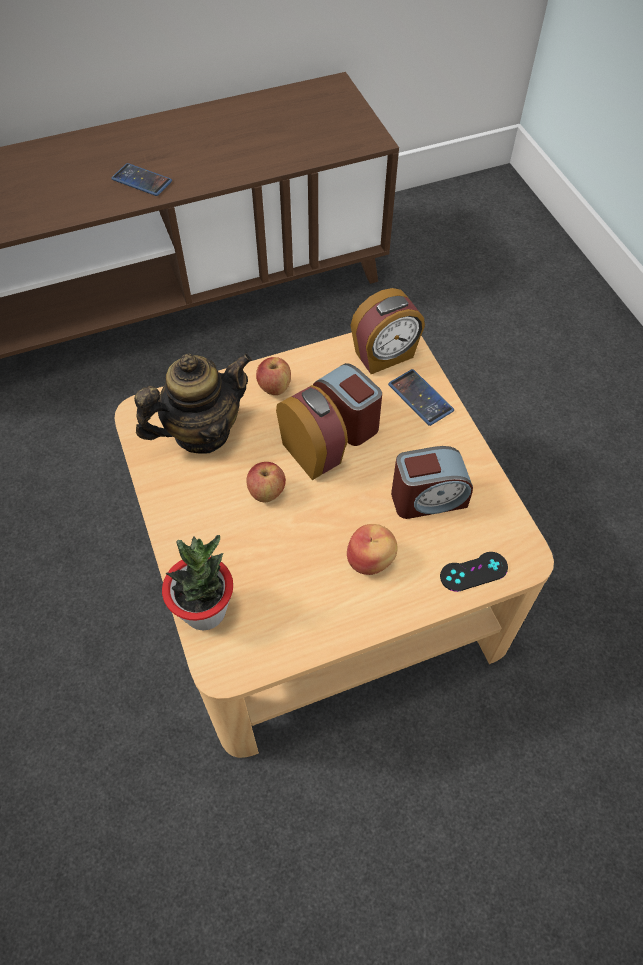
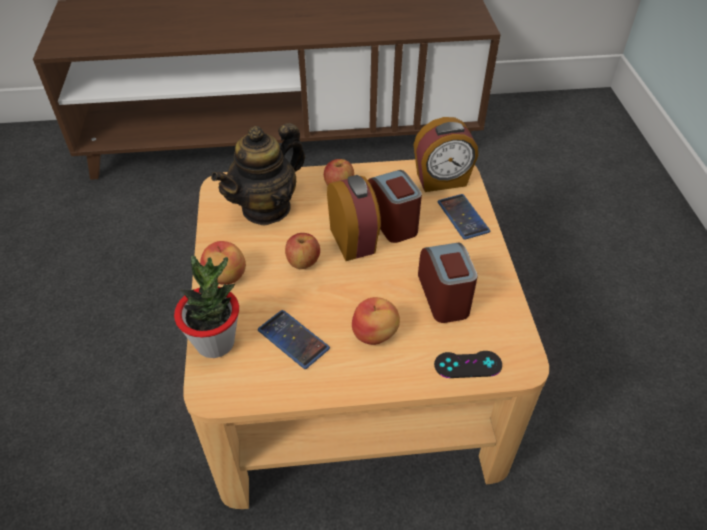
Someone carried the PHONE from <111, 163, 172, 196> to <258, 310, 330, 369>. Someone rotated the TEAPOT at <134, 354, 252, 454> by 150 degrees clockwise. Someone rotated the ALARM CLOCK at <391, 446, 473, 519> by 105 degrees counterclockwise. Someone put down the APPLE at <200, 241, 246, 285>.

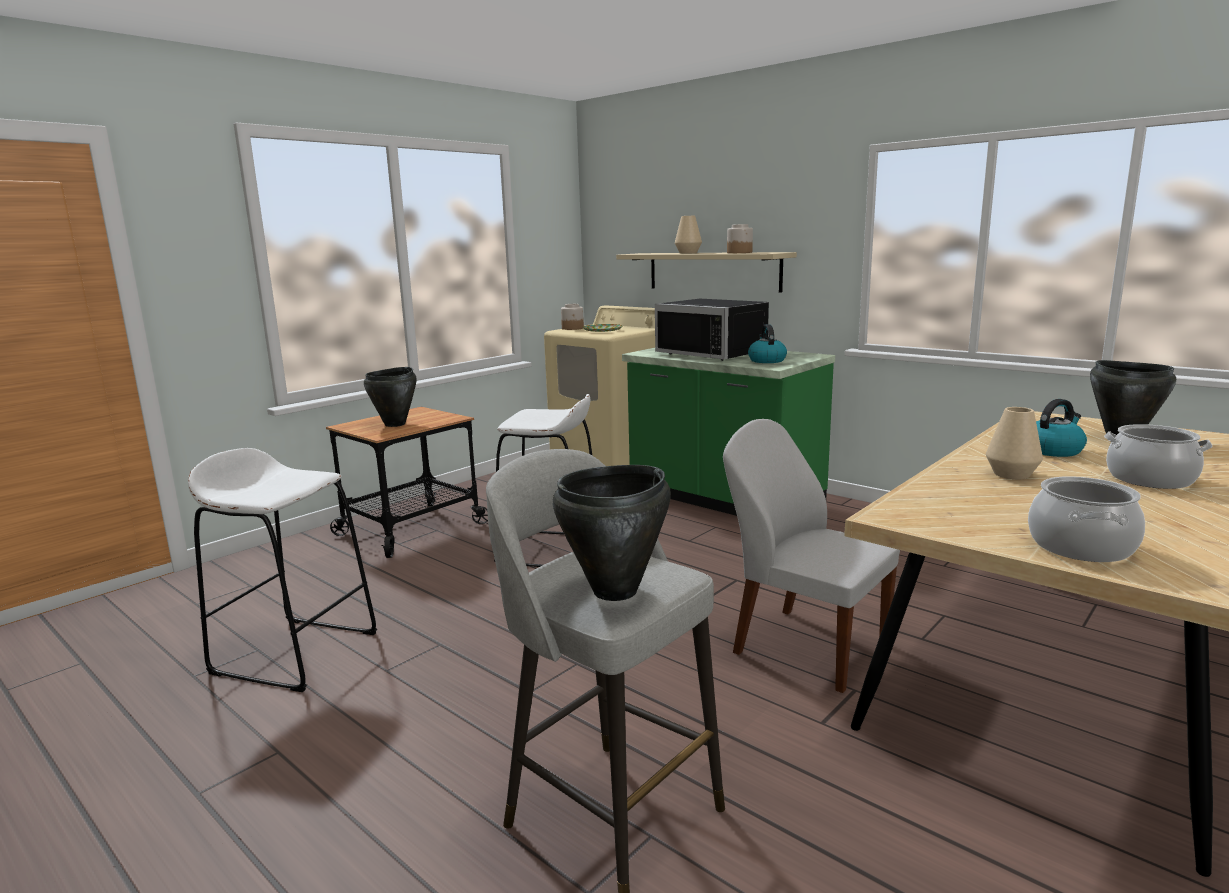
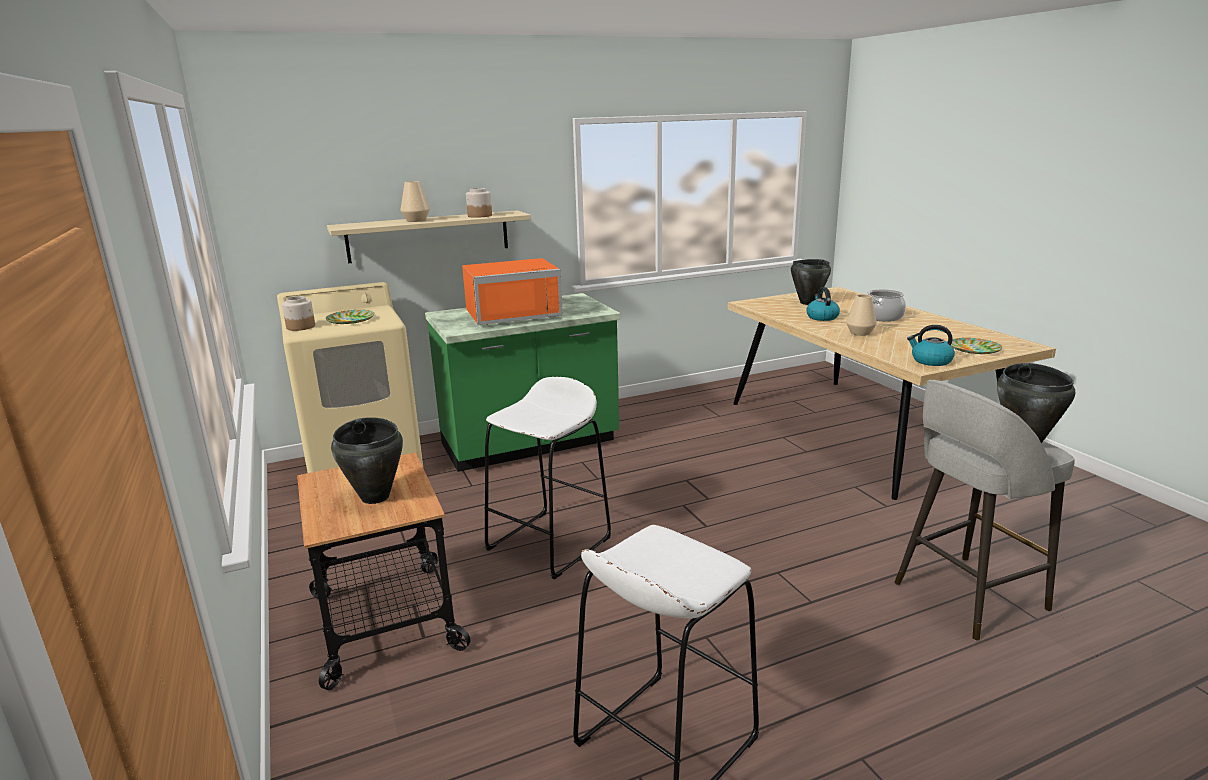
Someone repainted the BLACK MICROWAVE at <655, 299, 769, 361>, which became the ORANGE MICROWAVE at <462, 258, 563, 325>. Someone took away the WHITE CHAIR at <723, 419, 900, 693>. Someone carried the KETTLE from <748, 324, 787, 363> to <907, 325, 955, 366>. Someone swapped the COOKING POT at <1028, 476, 1145, 562> for the PLATE at <951, 338, 1002, 354>.

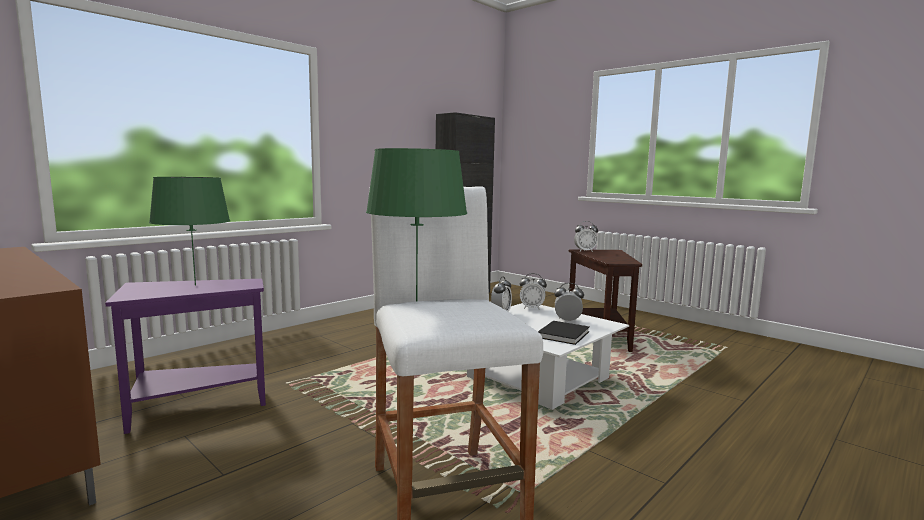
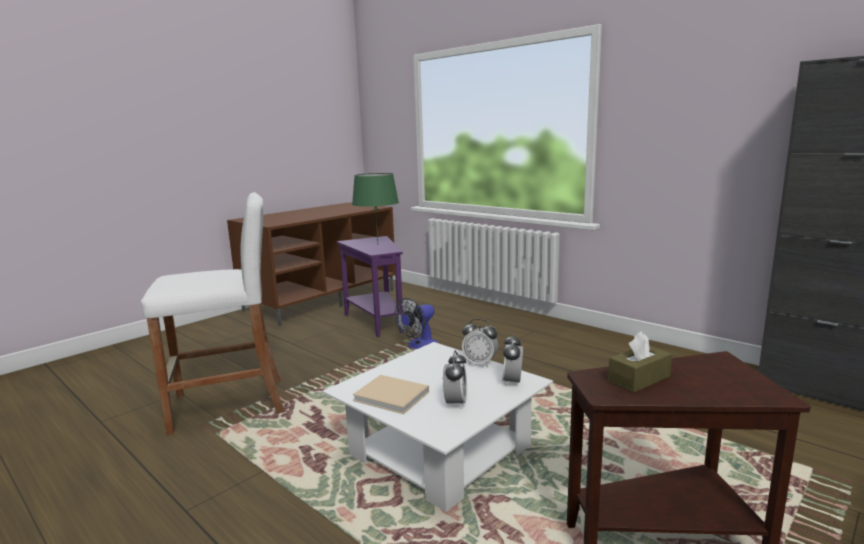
Someone took away the GREEN TABLE LAMP at <366, 148, 467, 302>. Someone repainted the BLACK BOOK at <538, 321, 590, 345>, which became the BEIGE BOOK at <353, 375, 429, 414>. Someone took away the ALARM CLOCK at <574, 221, 598, 252>. Someone put down the FAN at <395, 298, 438, 349>. Someone put down the BROWN TISSUE BOX at <608, 331, 672, 392>.

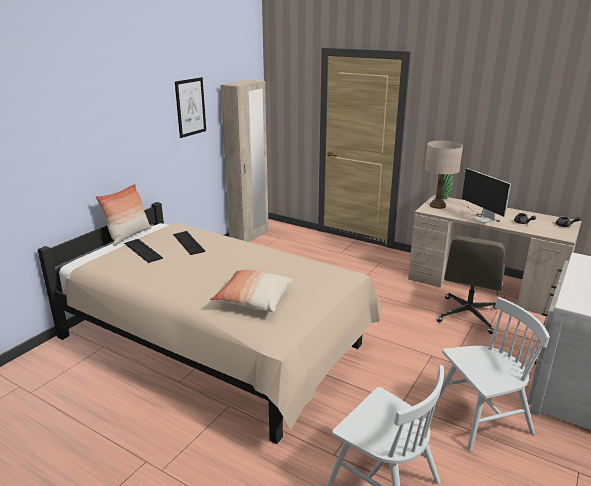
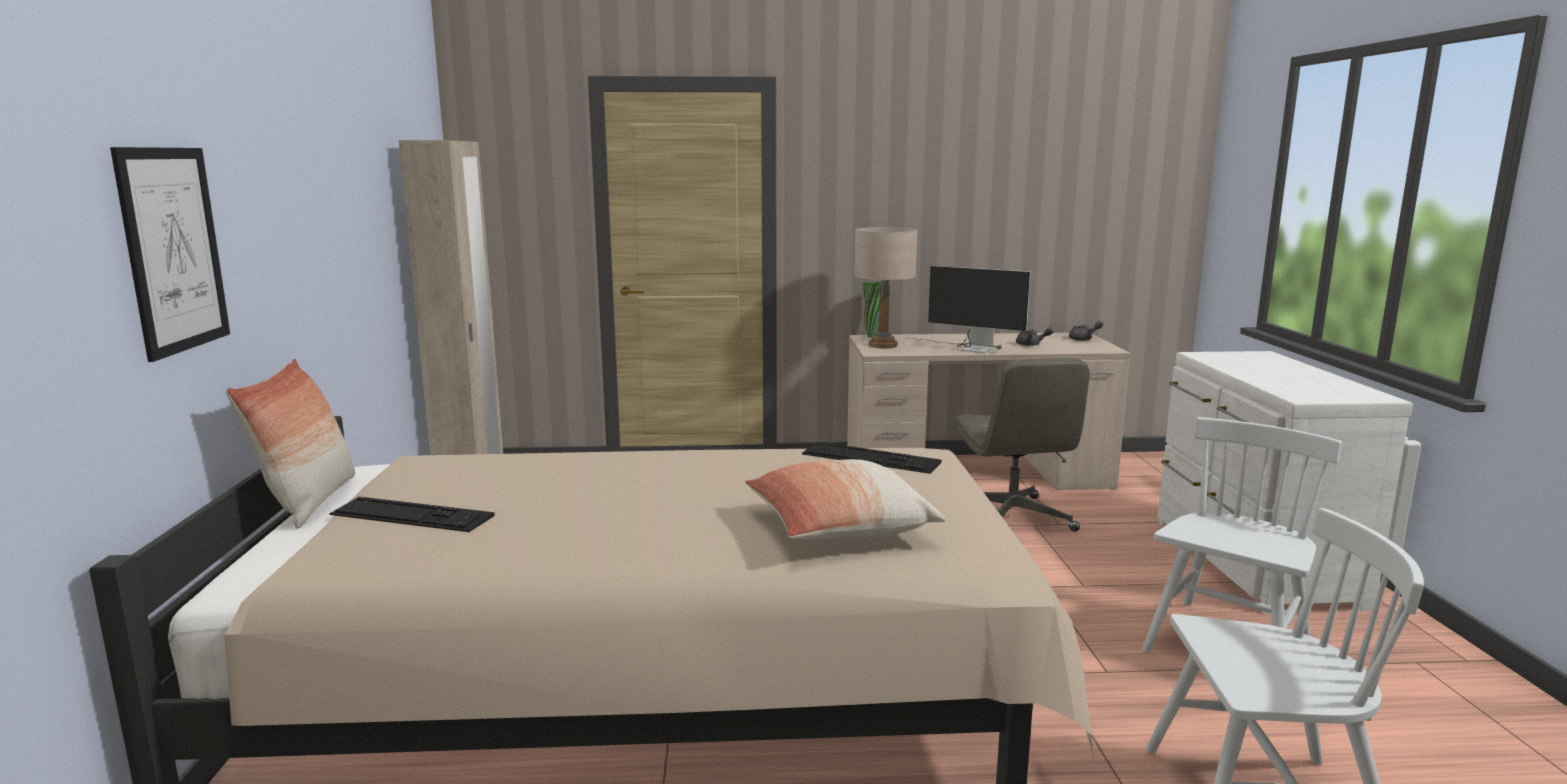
Someone carried the KEYBOARD from <173, 231, 205, 255> to <802, 442, 942, 474>. Someone carried the PICTURE from <175, 77, 206, 138> to <110, 147, 230, 362>.

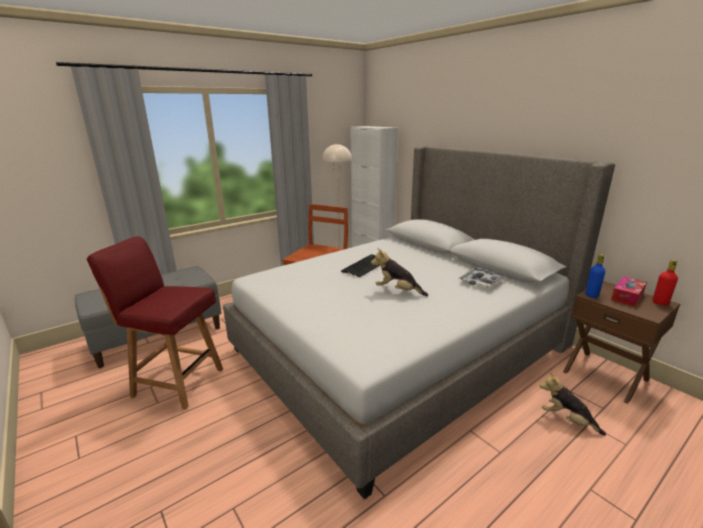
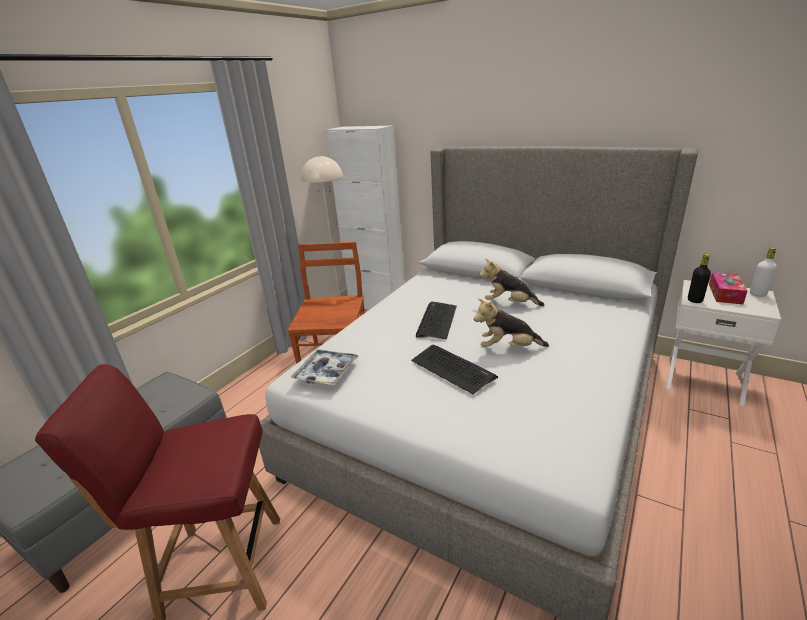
Someone carried the TRAY from <459, 268, 506, 288> to <291, 349, 358, 385>. Someone carried the PLUSH TOY from <540, 371, 606, 436> to <479, 258, 545, 306>. Someone repainted the BROWN NIGHTSTAND at <563, 281, 680, 404>, which became the WHITE NIGHTSTAND at <666, 280, 781, 406>. Someone repainted the BLUE BOTTLE at <585, 254, 605, 298>, which became the BLACK BOTTLE at <688, 254, 711, 303>. Someone repainted the RED BOTTLE at <653, 260, 678, 305>, which became the WHITE BOTTLE at <750, 248, 777, 297>. Someone put down the KEYBOARD at <411, 345, 498, 394>.

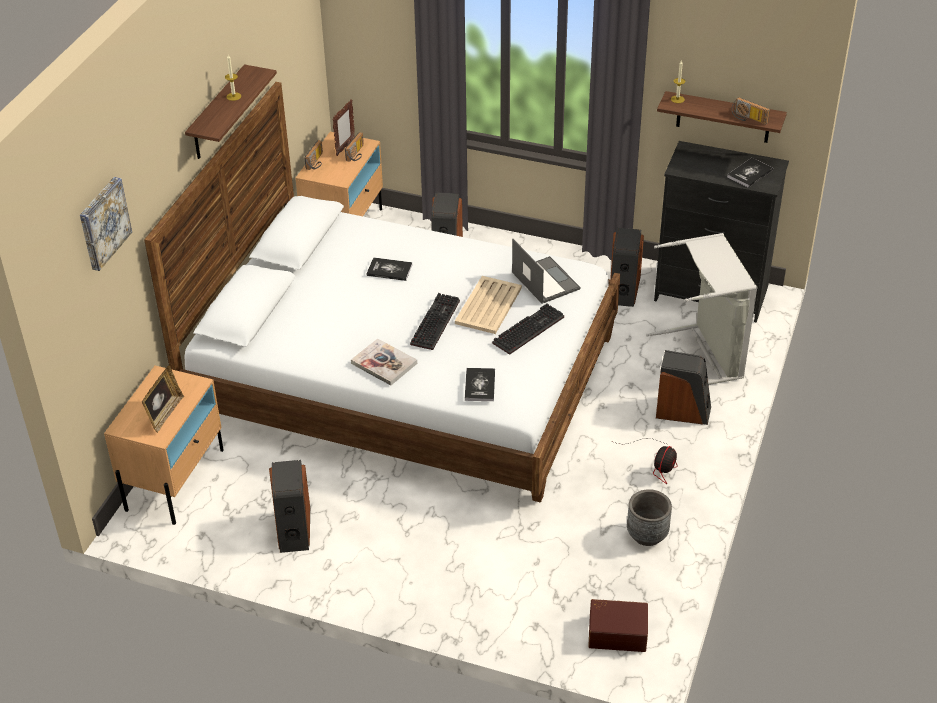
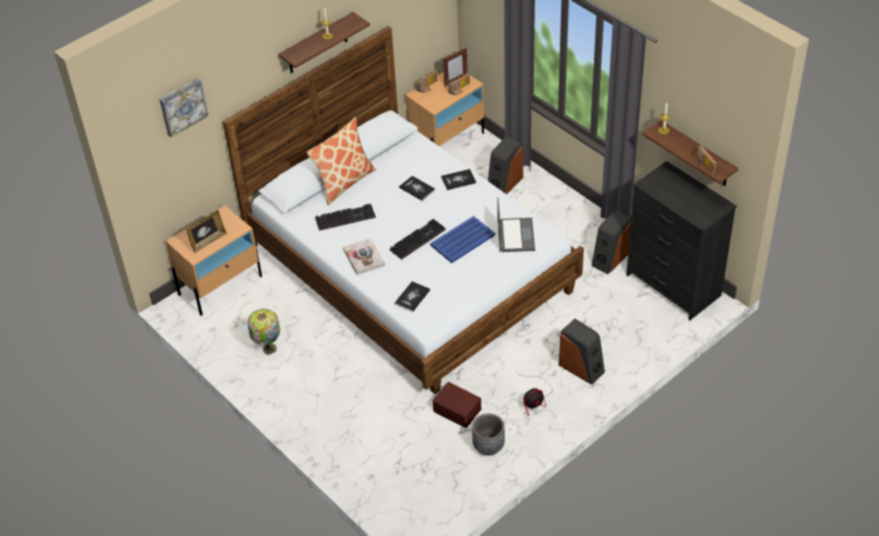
Someone swapped the SPEAKER at <269, 460, 310, 553> for the TABLE LAMP at <248, 309, 280, 355>. Someone repainted the BEIGE TRAY at <455, 276, 522, 334>, which became the BLUE TRAY at <430, 216, 495, 263>. Someone carried the KEYBOARD from <492, 303, 564, 355> to <315, 204, 376, 231>. Someone carried the BROWN STORAGE BOX from <588, 599, 648, 652> to <433, 382, 481, 428>. Someone took away the GREY LAUNDRY BASKET at <646, 233, 758, 385>. Someone carried the BOOK from <727, 158, 773, 188> to <441, 169, 476, 190>. Someone put down the PILLOW at <307, 117, 376, 205>.

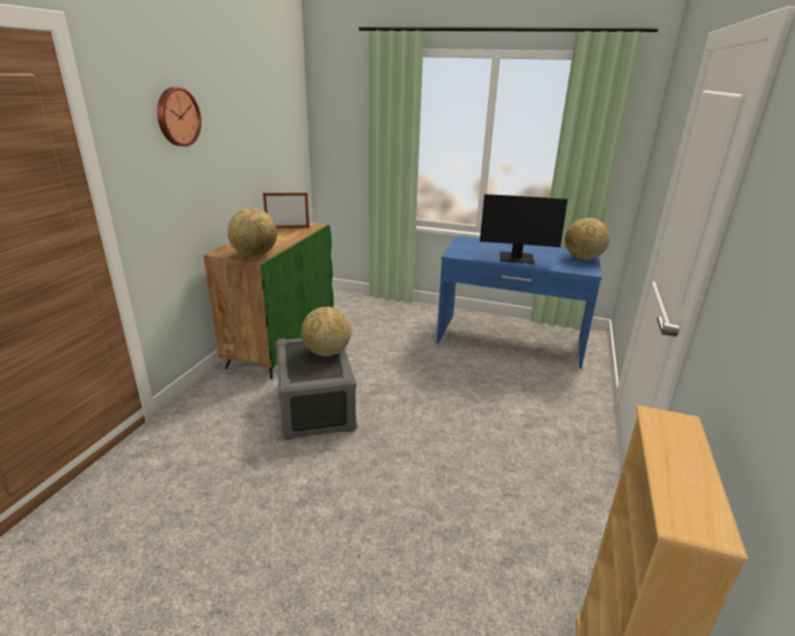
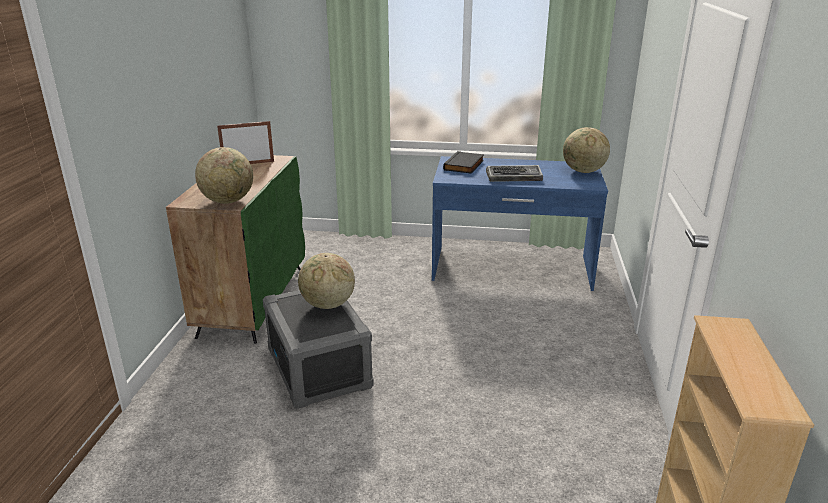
Someone took away the WALL CLOCK at <157, 87, 201, 147>. Someone swapped the MONITOR at <480, 194, 568, 264> for the KEYBOARD at <486, 165, 543, 182>. Someone put down the BLACK BOOK at <443, 151, 484, 174>.

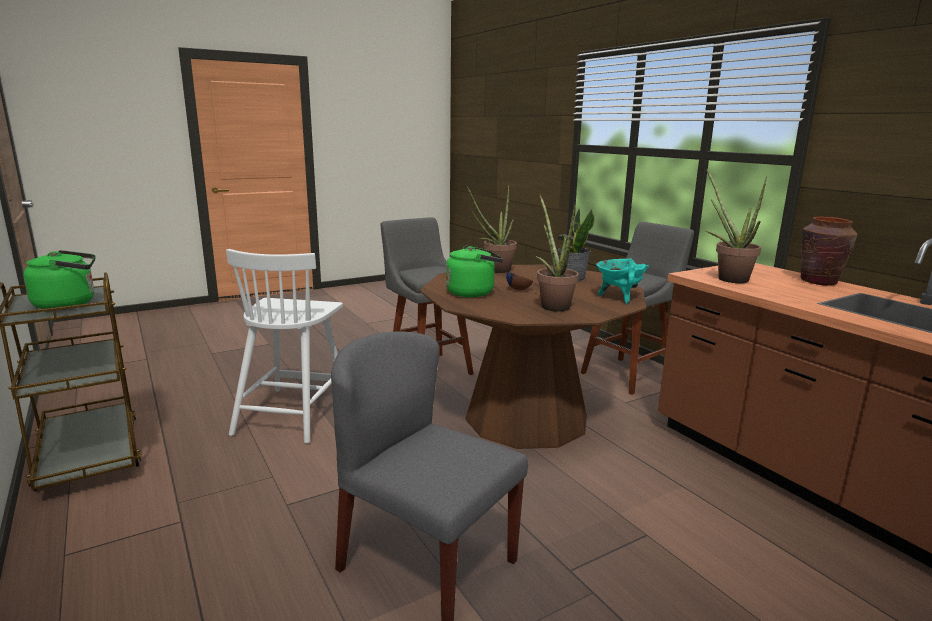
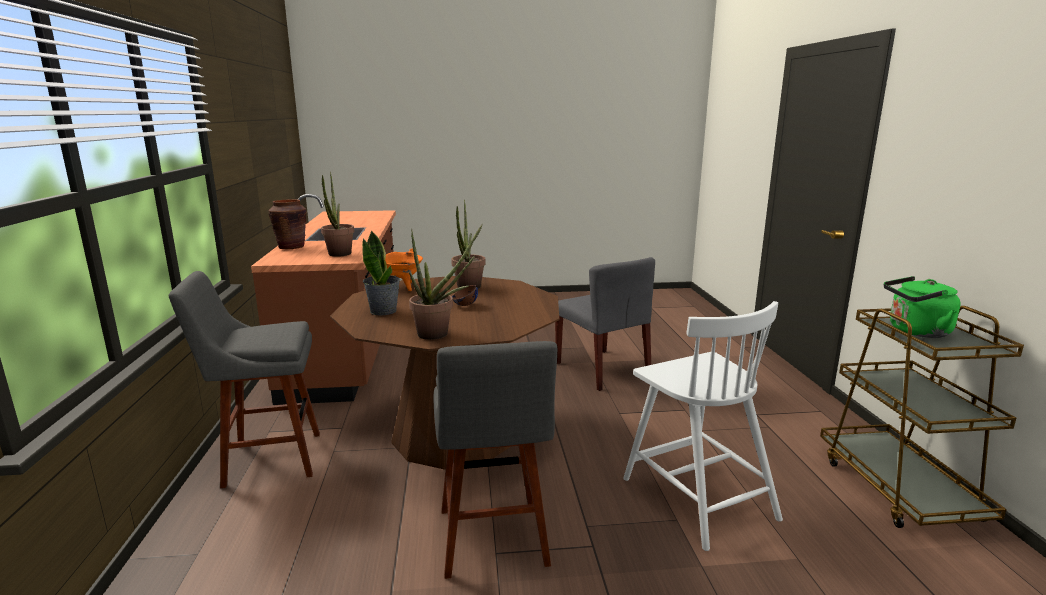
Someone rotated the WHITE CHAIR at <226, 249, 343, 444> by 120 degrees clockwise. Someone took away the GREEN KETTLE at <446, 245, 503, 297>. Someone repainted the TURQUOISE COOKING POT at <596, 258, 649, 305>, which became the ORANGE COOKING POT at <385, 249, 423, 291>.

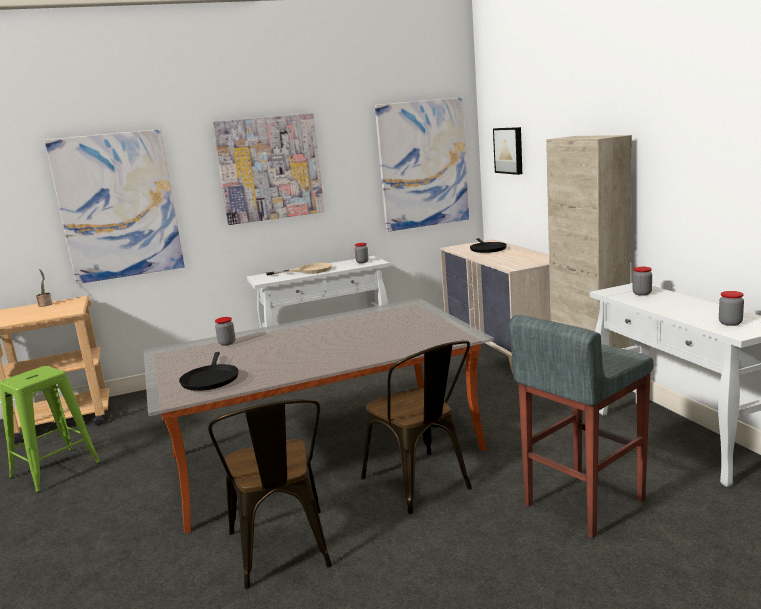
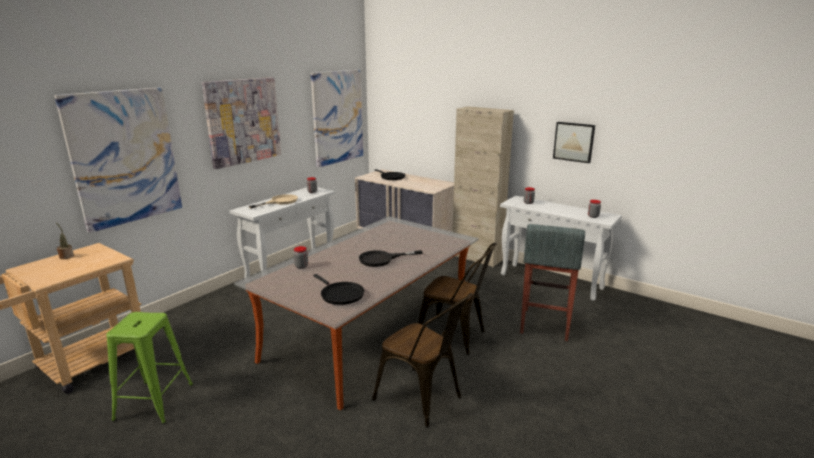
Someone carried the PICTURE from <493, 127, 522, 175> to <553, 122, 595, 163>. Someone put down the BLACK FRYING PAN at <359, 250, 423, 267>.

